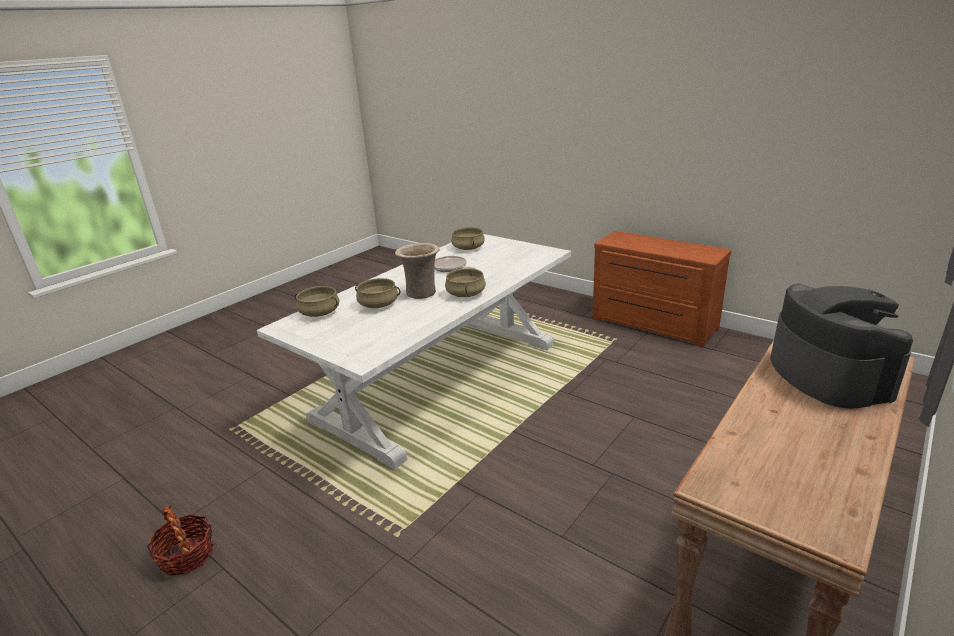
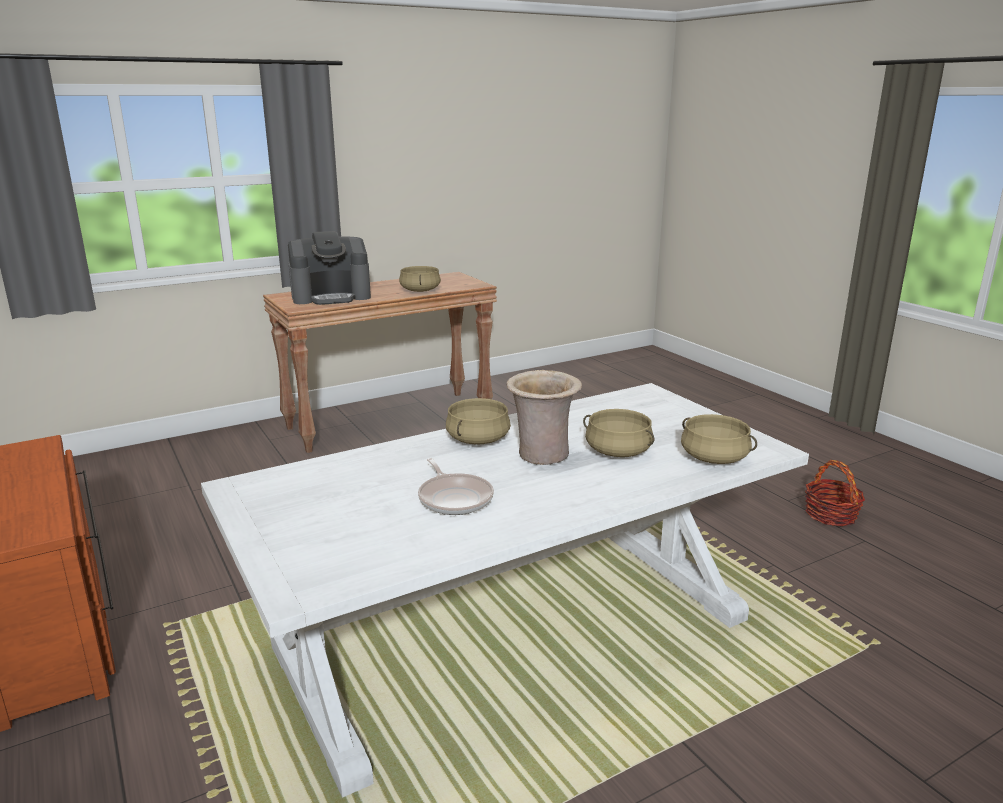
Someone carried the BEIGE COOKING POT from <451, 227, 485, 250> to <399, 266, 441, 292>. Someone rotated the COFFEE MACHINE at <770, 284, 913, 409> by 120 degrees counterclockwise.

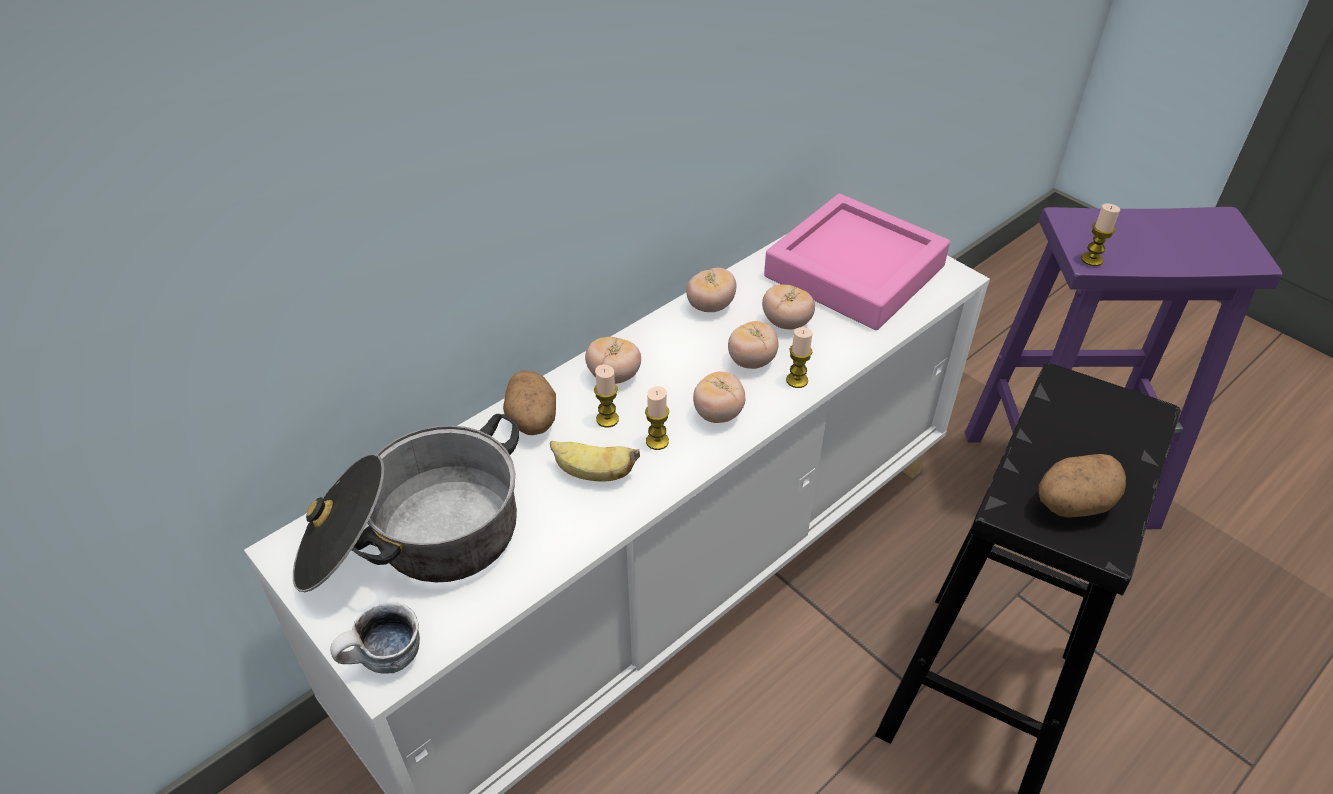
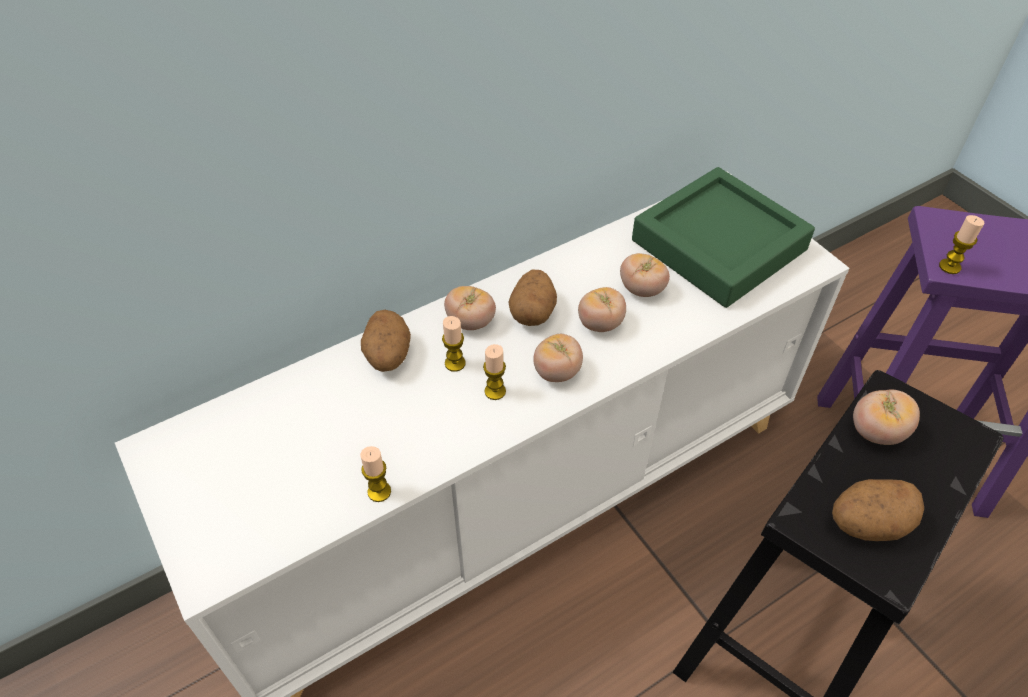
Someone took away the COOKING POT at <293, 414, 519, 592>. Someone took away the MUG at <330, 602, 420, 674>. Someone took away the BANANA at <550, 441, 640, 482>. Someone carried the TOMATO from <686, 268, 736, 312> to <853, 389, 920, 445>. Someone repainted the PINK TRAY at <764, 194, 950, 330>, which became the GREEN TRAY at <632, 167, 815, 308>. Someone carried the CANDLE from <786, 327, 812, 388> to <360, 446, 391, 502>. Someone put down the POTATO at <509, 270, 557, 326>.

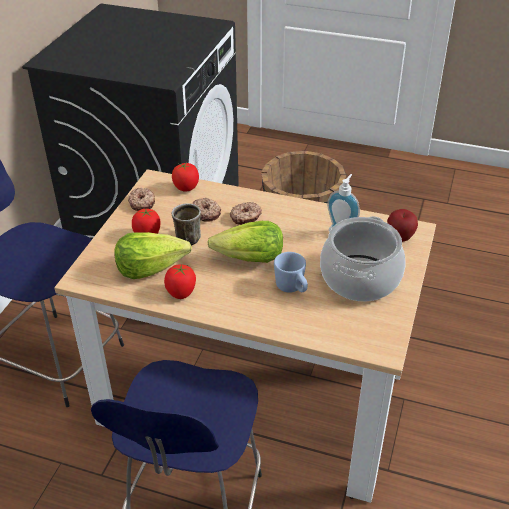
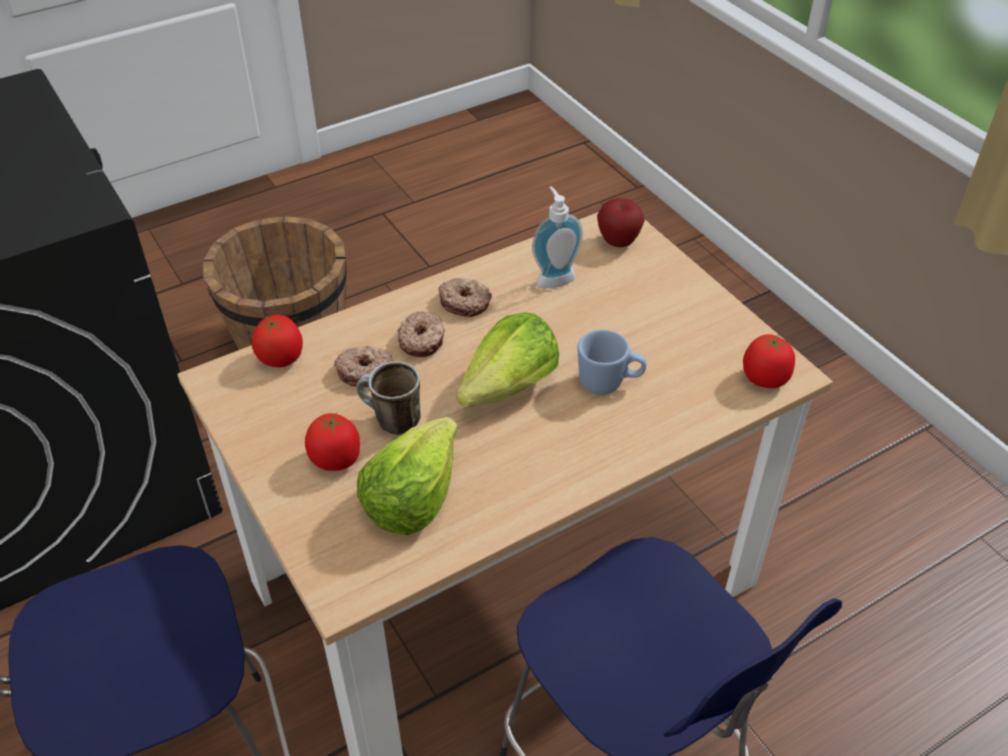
Someone carried the DONUT from <128, 188, 155, 211> to <438, 278, 492, 317>. Someone carried the TOMATO from <164, 264, 196, 299> to <743, 334, 795, 388>. Someone took away the COOKING POT at <320, 216, 406, 302>.

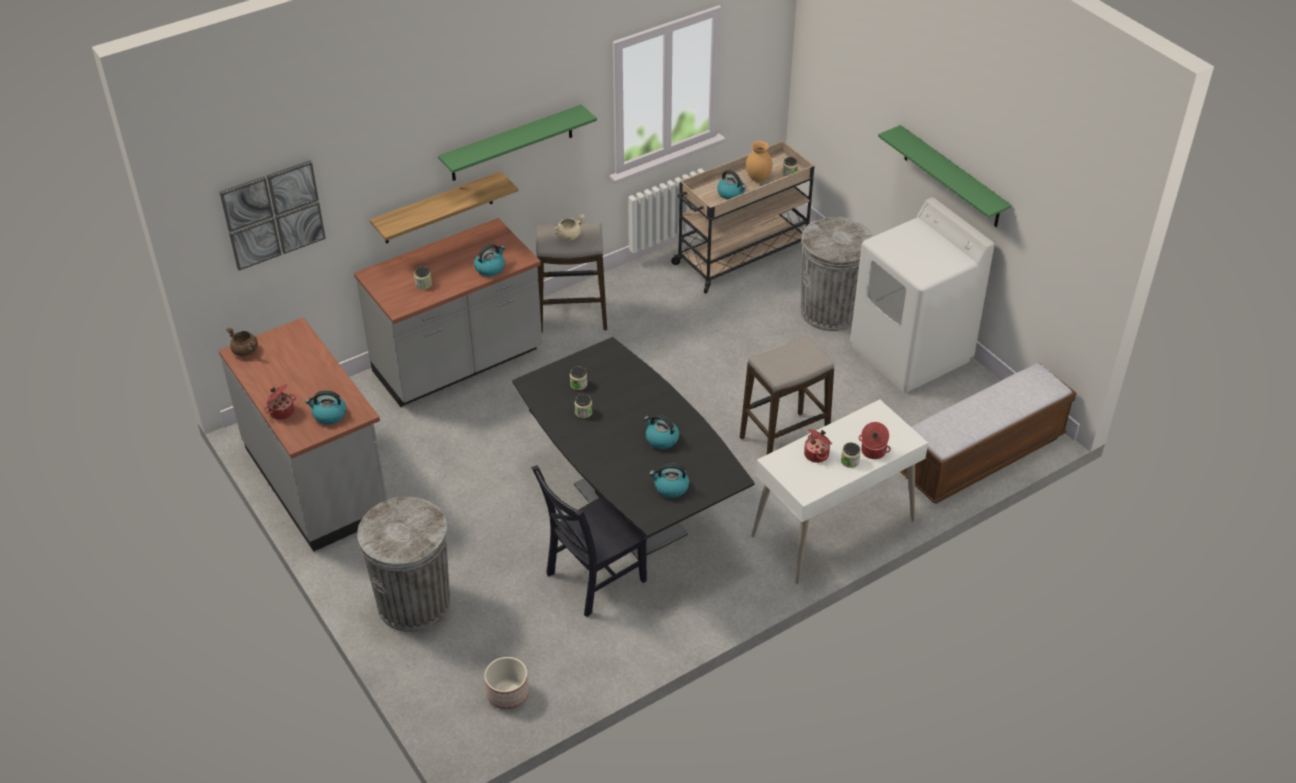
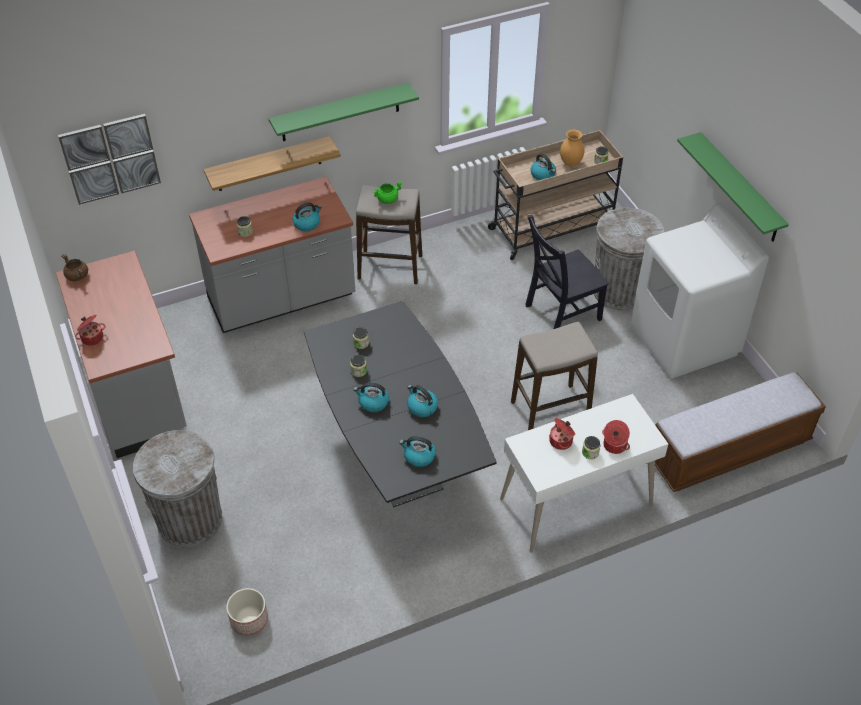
Someone carried the KETTLE from <305, 390, 346, 424> to <354, 382, 389, 412>. Someone carried the BLACK CHAIR from <531, 465, 647, 617> to <525, 215, 609, 329>. Someone repainted the BEIGE COOKING POT at <554, 214, 584, 241>, which became the GREEN COOKING POT at <373, 181, 403, 204>.

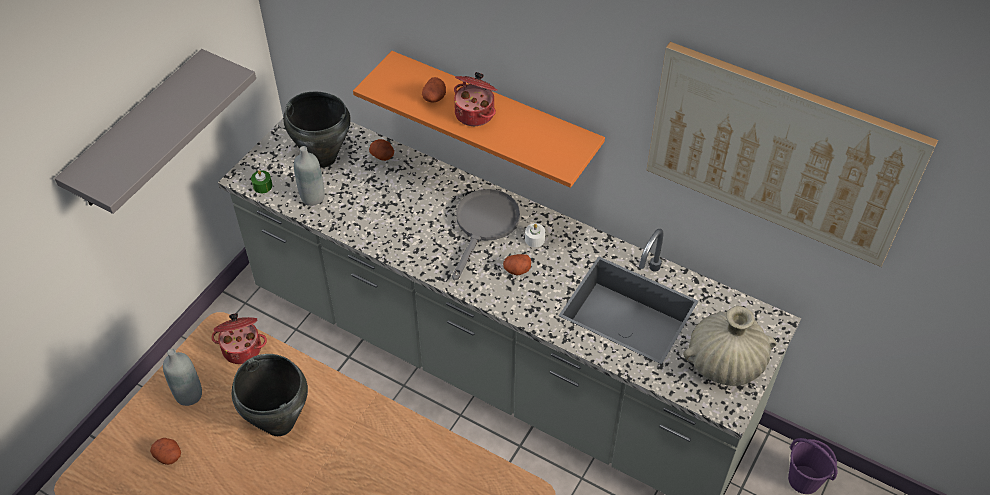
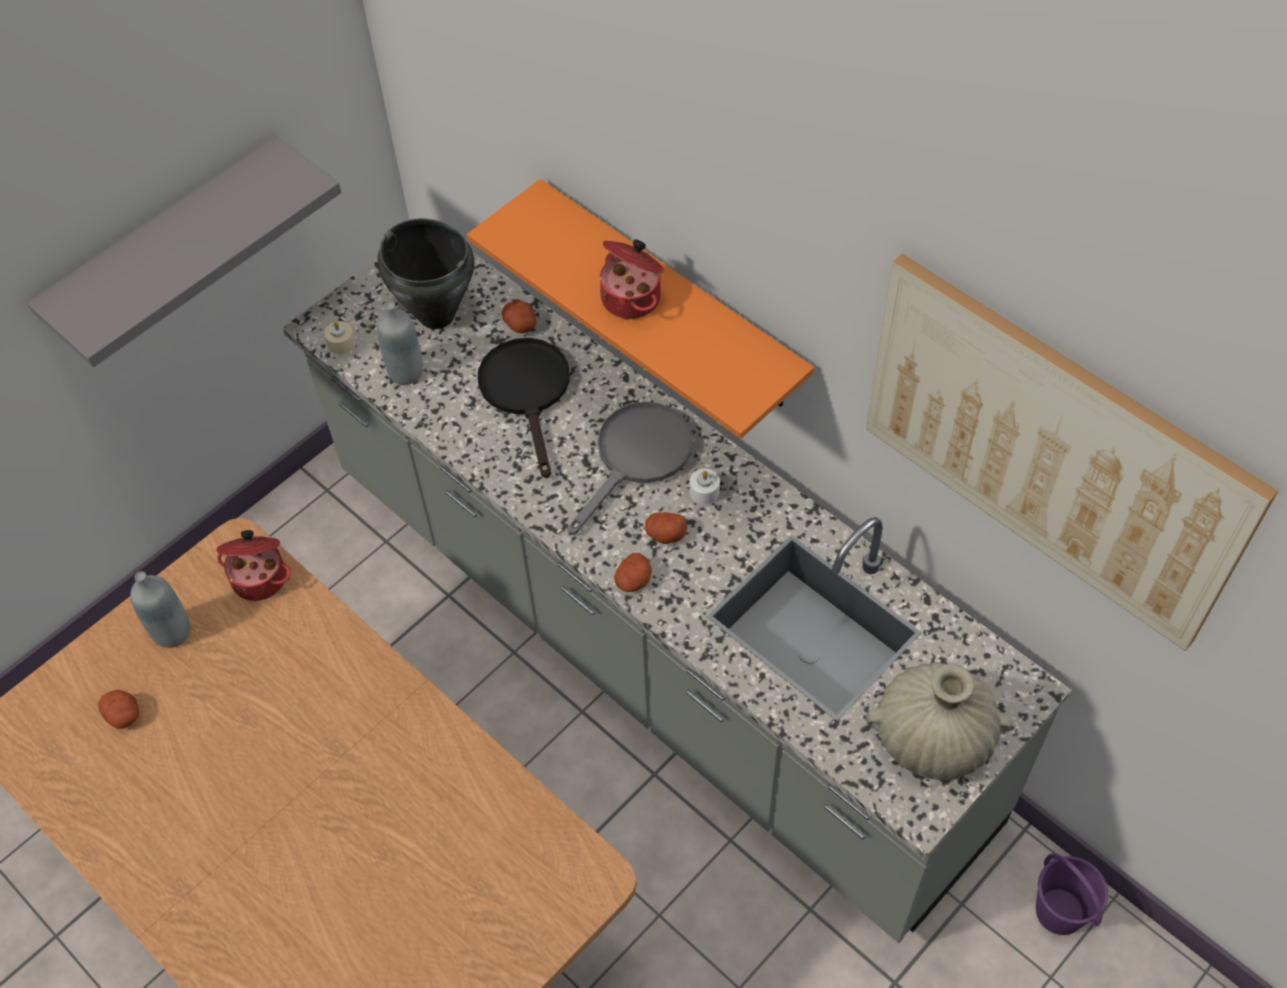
Someone took away the BLACK COOKING POT at <232, 354, 308, 436>. Someone repainted the GREEN CANDLE at <251, 170, 273, 193>, which became the BEIGE CANDLE at <324, 321, 356, 355>. Someone carried the POTATO from <422, 77, 446, 103> to <614, 553, 652, 592>. Someone put down the BLACK FRYING PAN at <478, 338, 570, 478>.

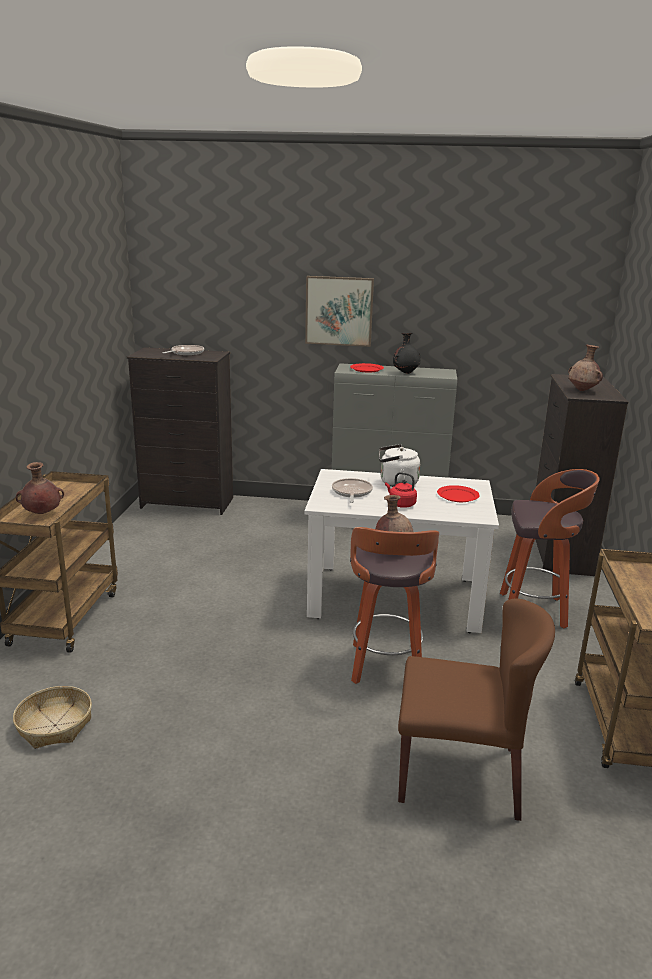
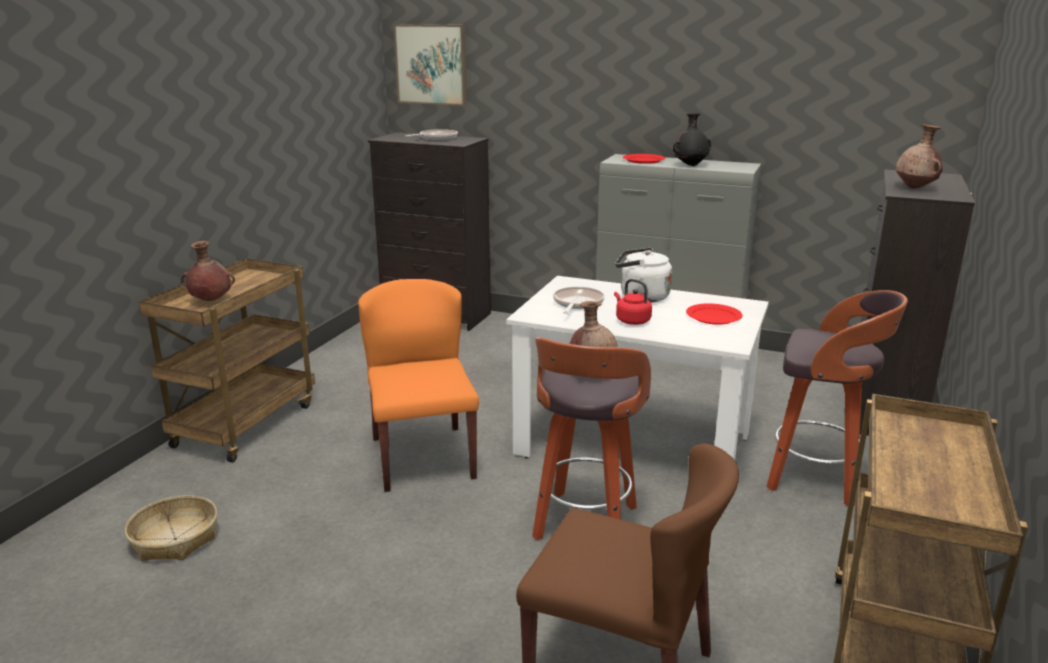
Someone carried the PICTURE from <305, 276, 374, 347> to <393, 24, 467, 106>. Someone put down the ORANGE CHAIR at <358, 279, 479, 492>.

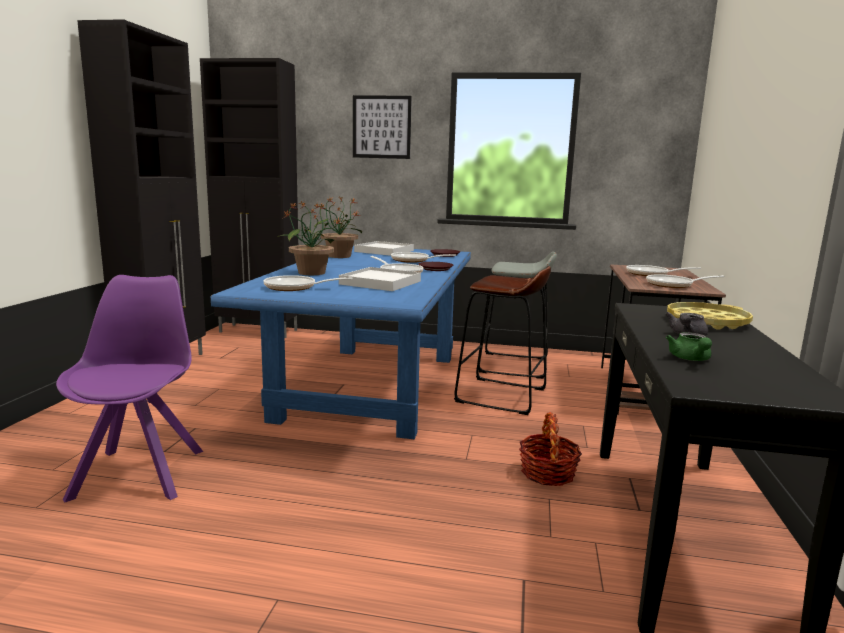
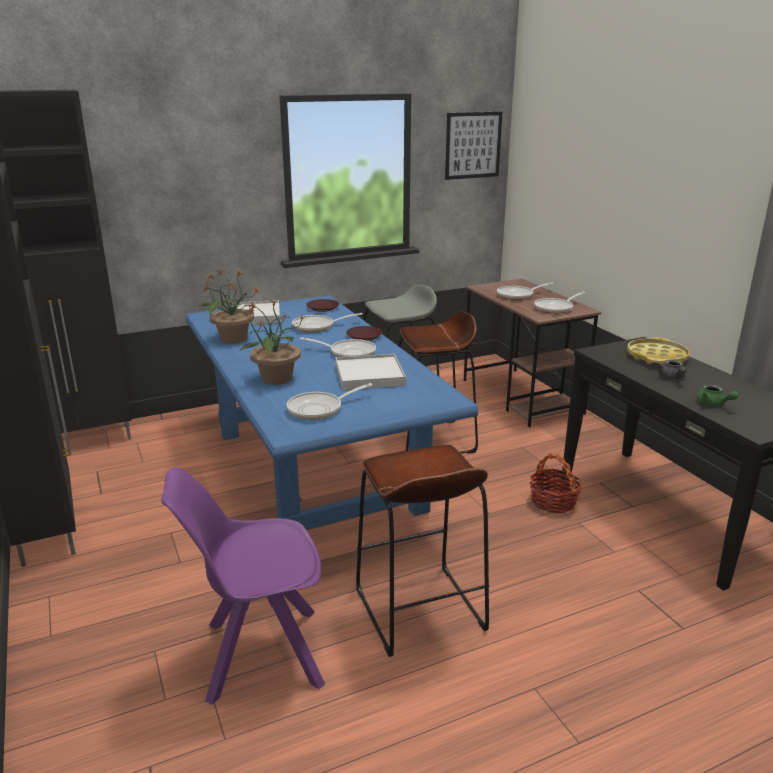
Someone rotated the PURPLE CHAIR at <56, 275, 203, 503> by 60 degrees counterclockwise. Someone carried the PICTURE from <353, 95, 412, 159> to <445, 112, 503, 180>. Someone put down the BROWN STOOL at <356, 445, 489, 657>.

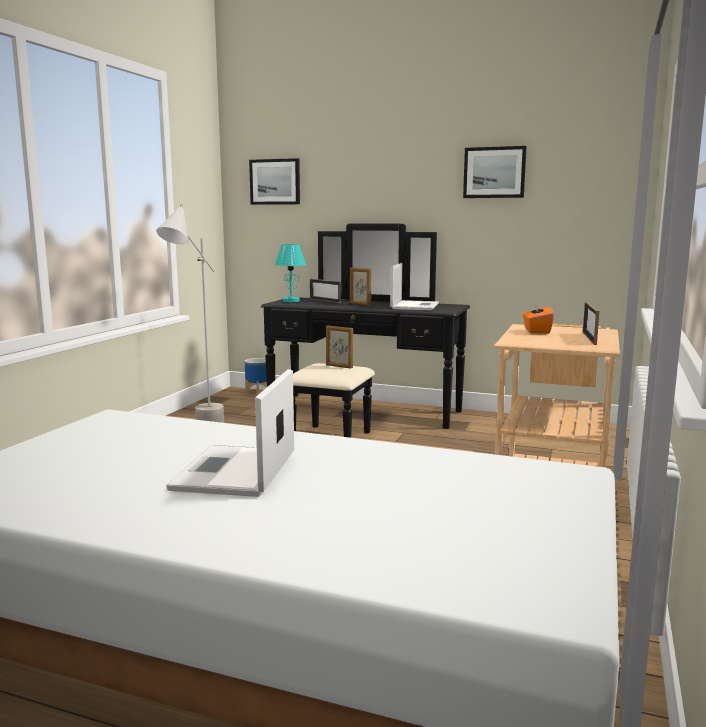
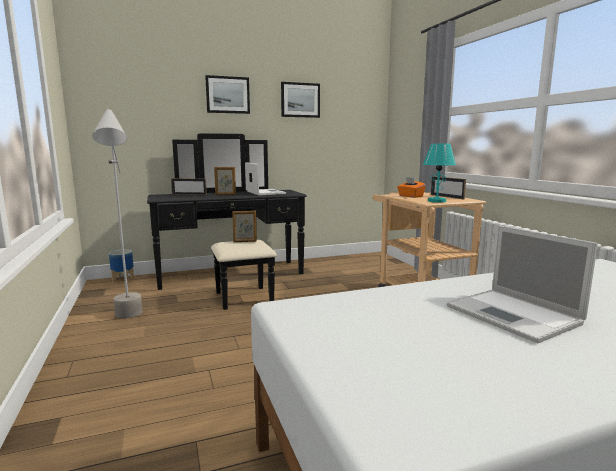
Someone carried the PICTURE from <249, 158, 300, 205> to <205, 75, 250, 114>. Someone carried the TURQUOISE TABLE LAMP from <275, 244, 306, 302> to <423, 144, 456, 203>.

